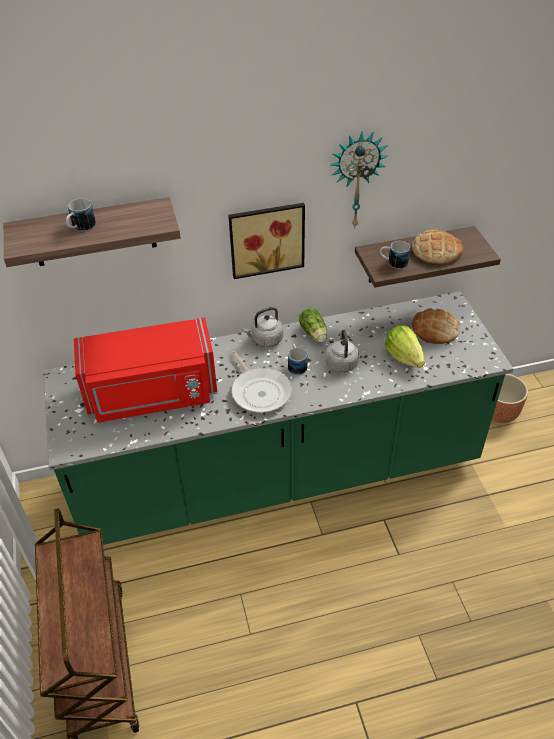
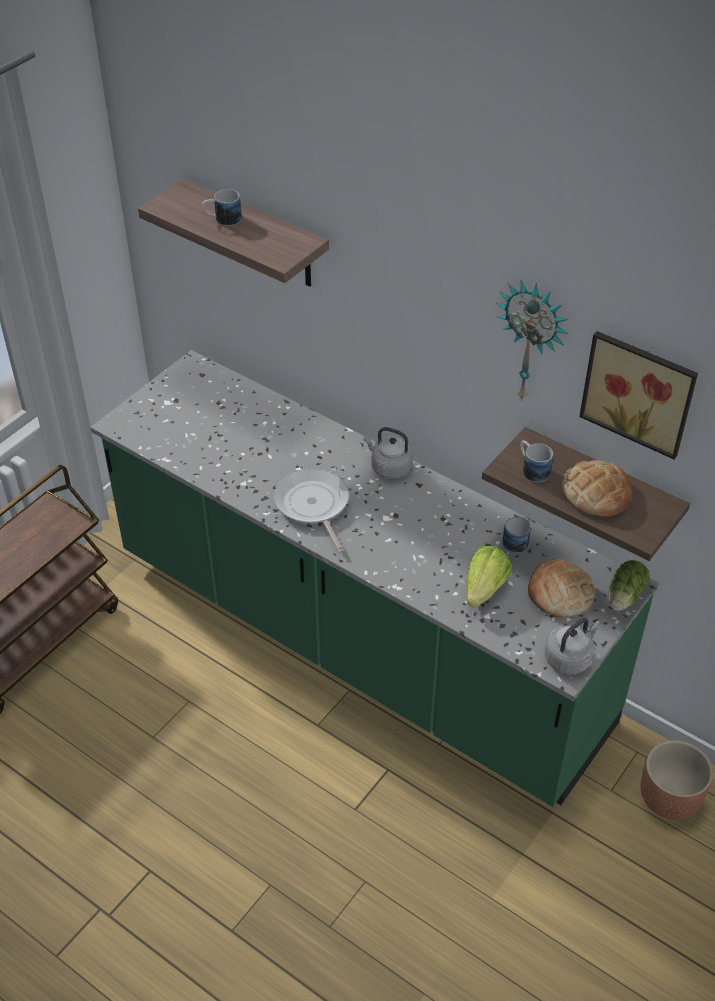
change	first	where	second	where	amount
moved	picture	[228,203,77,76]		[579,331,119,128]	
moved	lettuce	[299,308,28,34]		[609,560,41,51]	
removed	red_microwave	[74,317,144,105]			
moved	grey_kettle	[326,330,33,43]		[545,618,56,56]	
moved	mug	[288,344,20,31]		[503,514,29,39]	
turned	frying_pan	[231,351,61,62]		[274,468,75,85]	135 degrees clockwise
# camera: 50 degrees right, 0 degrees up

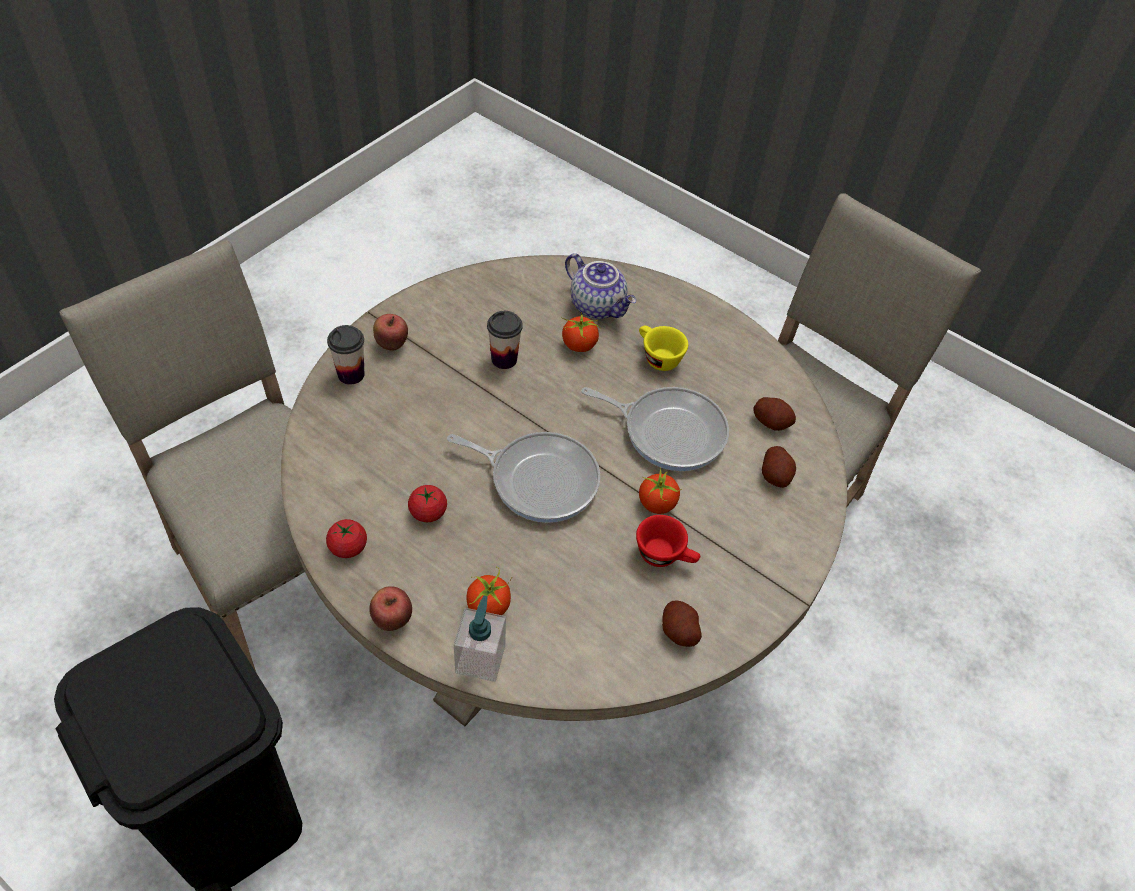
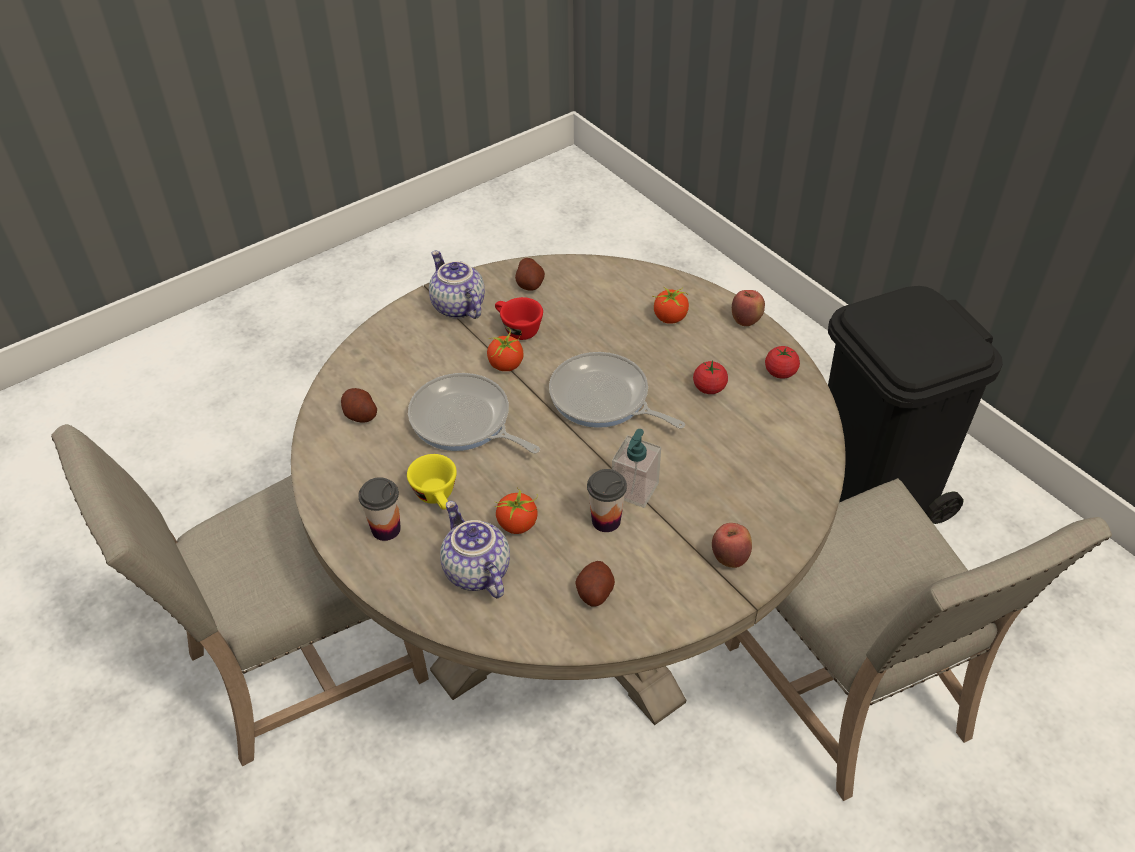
change	first	where	second	where	amount
moved	cup	[327,325,37,60]		[358,477,43,64]	
moved	potato	[762,446,34,42]		[575,561,40,46]	
moved	soap_dispenser	[454,596,52,86]		[612,429,49,79]	
added			teapot	[429,251,56,68]	
# camera: 160 degrees left, 5 degrees down

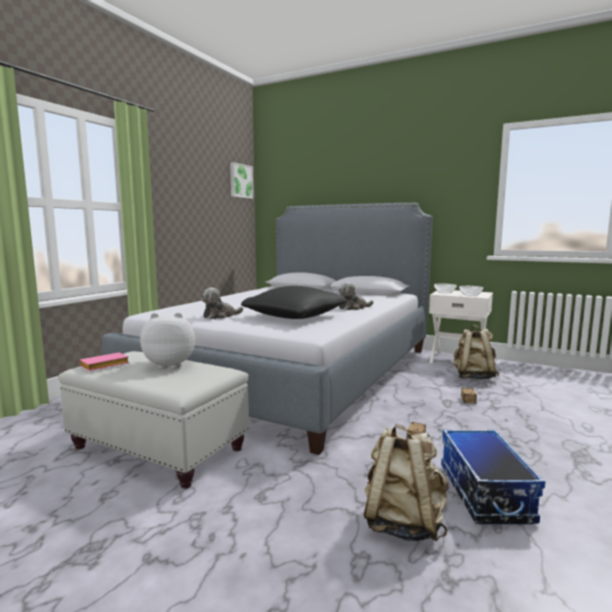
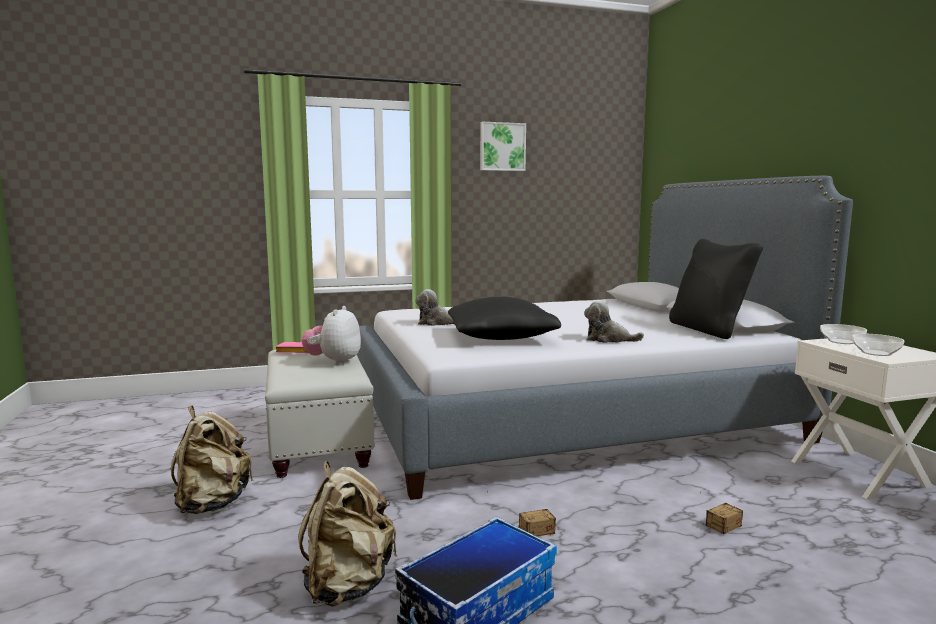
change	first	where	second	where	amount
moved	picture	[230,162,23,37]		[480,122,46,49]	
turned	plush_toy	[140,312,55,57]		[302,306,59,59]	120 degrees counterclockwise
moved	beige_backpack	[453,325,46,55]		[171,405,83,109]	
added			black_pillow	[669,239,94,100]	
# camera: 45 degrees right, 0 degrees up

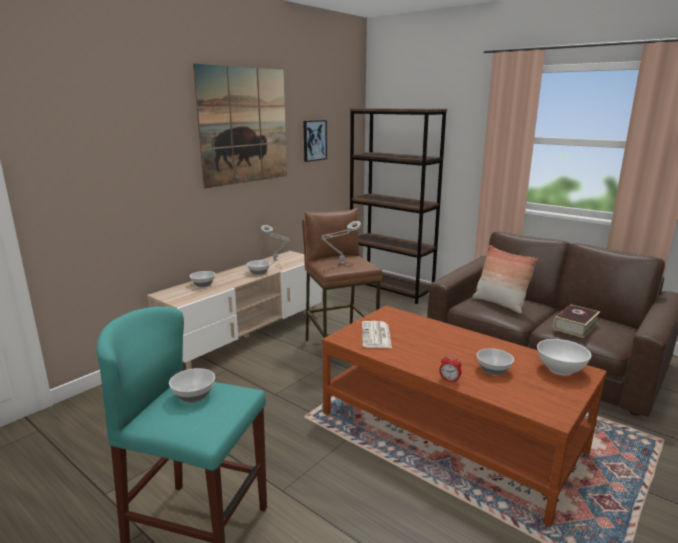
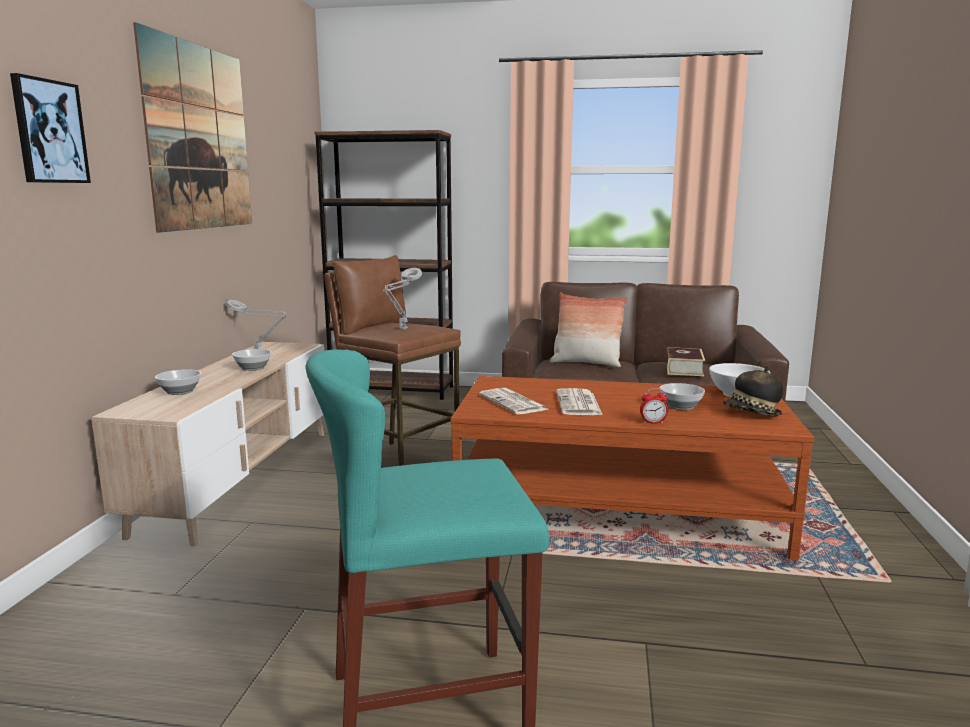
change	first	where	second	where	amount
moved	picture	[303,120,24,42]		[10,73,81,110]	
removed	bowl	[169,368,46,35]			
added			hat	[723,366,60,50]	
added			newspaper	[557,388,45,27]	
# camera: 30 degrees left, 5 degrees down

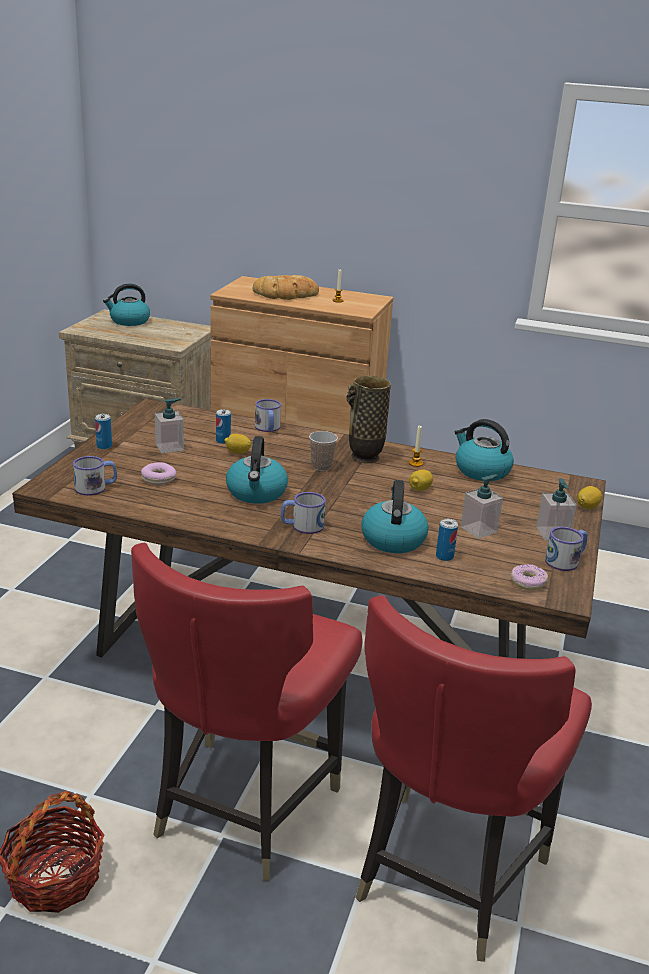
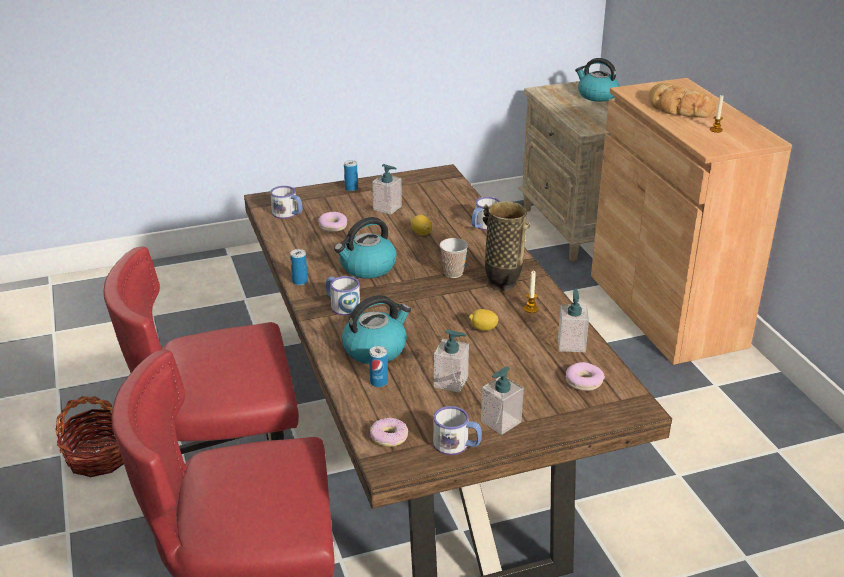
change	first	where	second	where	amount
moved	can	[216,409,15,35]		[290,249,18,36]	
replaced	kettle	[455,419,59,62]	soap_dispenser	[558,289,31,63]	
removed	lemon	[577,486,25,23]			
added			donut	[566,362,39,29]	
# camera: 55 degrees right, 5 degrees up

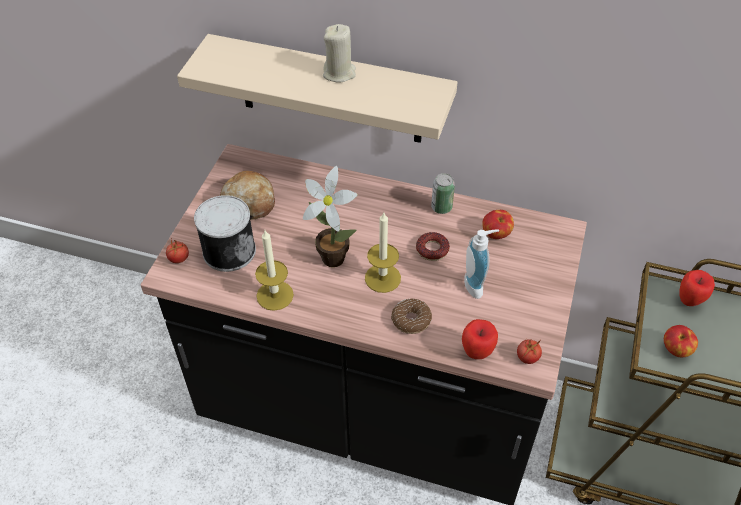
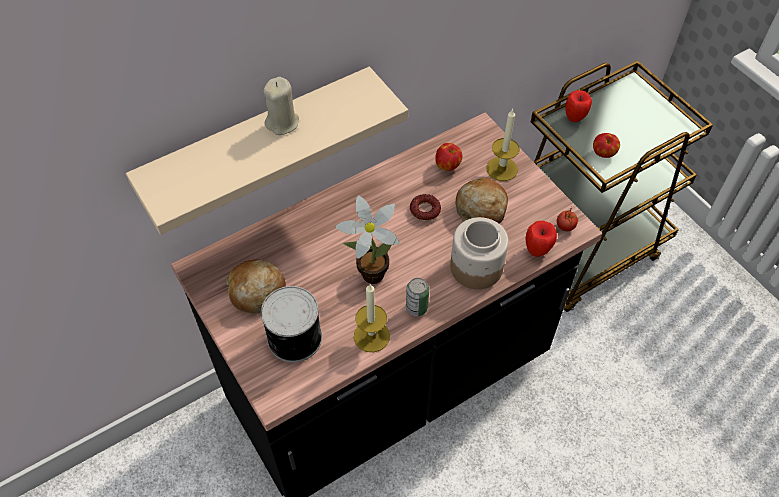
change	first	where	second	where	amount
moved	can	[431,173,24,41]		[406,278,23,38]	
moved	candle	[365,213,36,80]		[486,109,34,72]	
replaced	soap_dispenser	[464,229,35,70]	bread	[456,178,52,46]	
removed	tomato	[166,238,23,25]			
replaced	donut	[391,299,41,35]	jar	[450,217,59,72]	
# camera: 50 degrees left, 5 degrees up

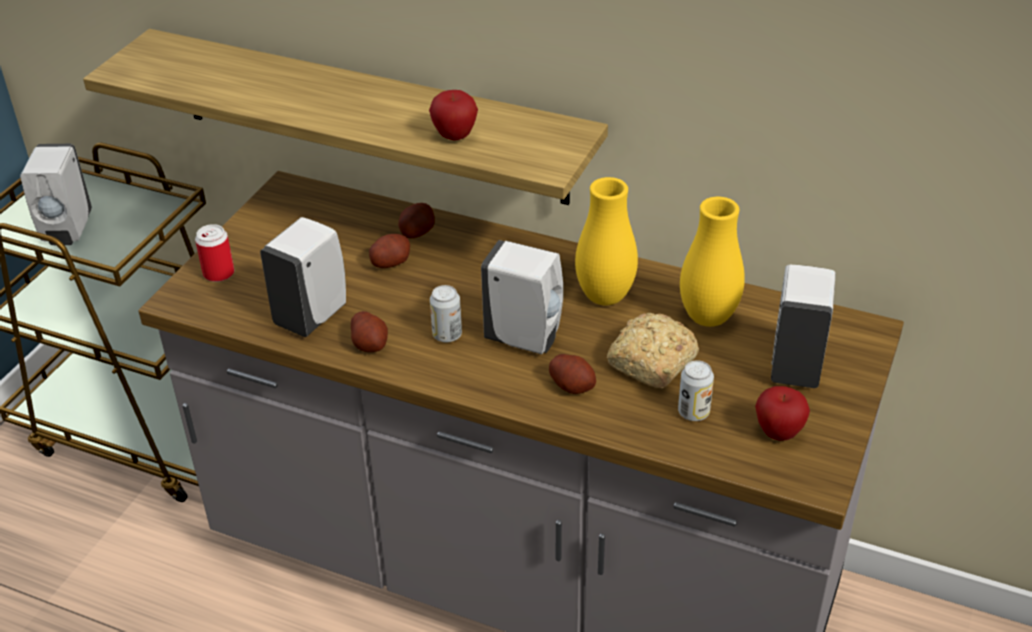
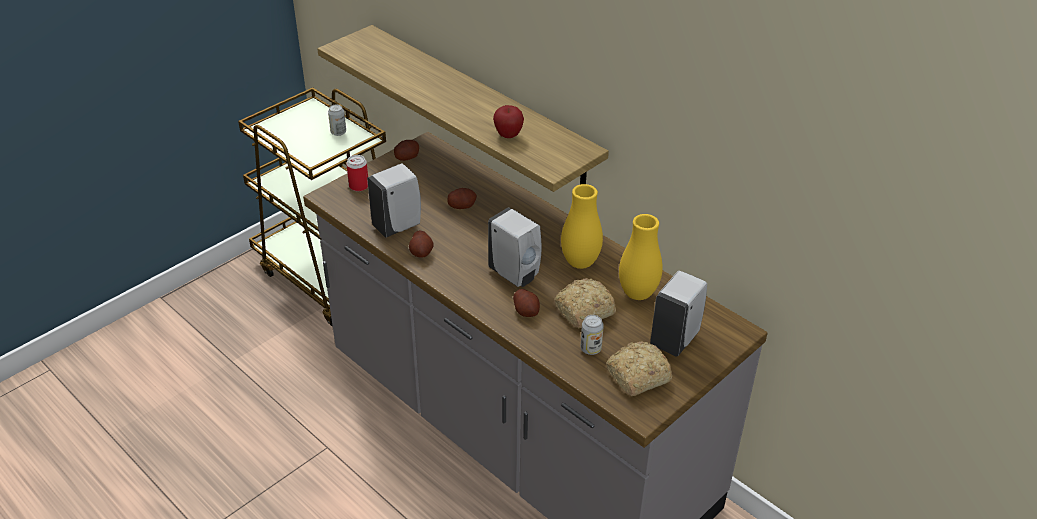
change	first	where	second	where	amount
removed	white_soap_dispenser	[20,144,72,101]			
moved	potato	[398,203,37,35]		[394,140,25,21]	
moved	can	[430,285,32,58]		[328,104,18,32]	
replaced	apple	[755,386,55,55]	bread	[606,342,66,54]	
# camera: 20 degrees right, 0 degrees up

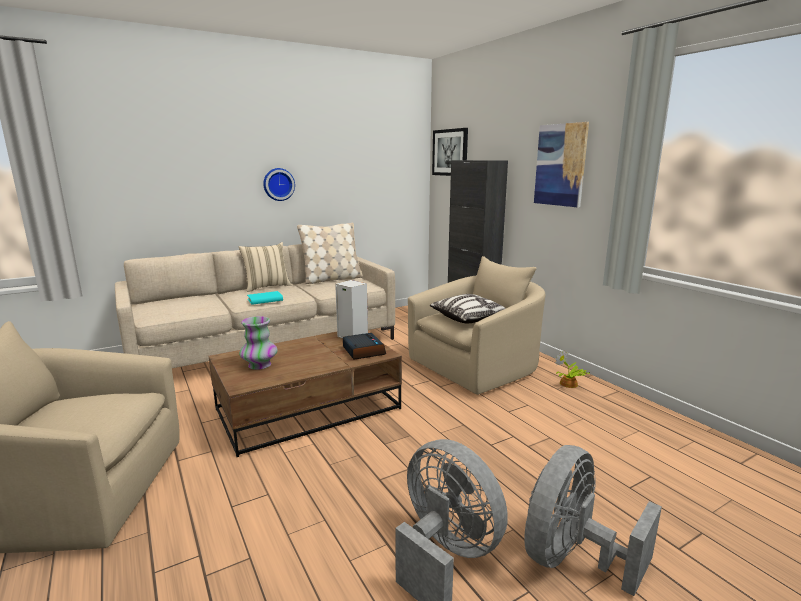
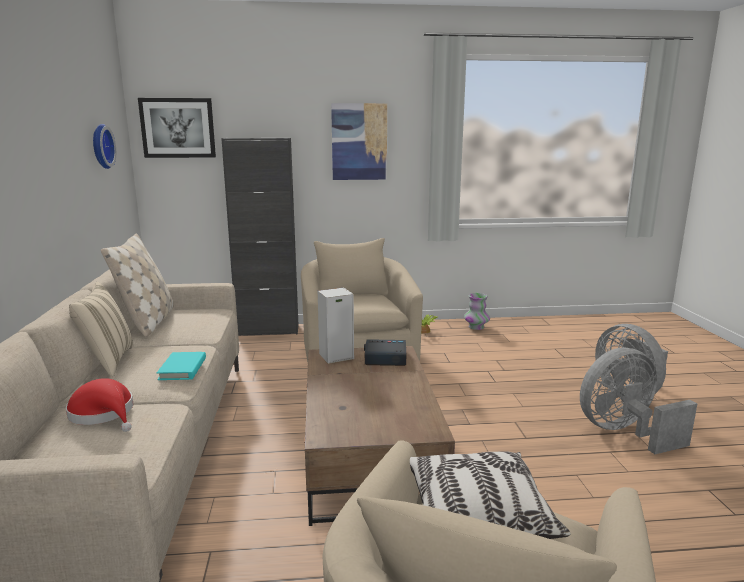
change	first	where	second	where	amount
moved	wall_clock	[263,168,32,33]		[93,124,23,45]	
moved	pillow	[430,294,76,29]		[410,451,161,88]	
moved	vase	[239,316,39,54]		[464,293,26,37]	
added			red_hat	[66,378,67,54]	
# camera: 65 degrees left, 0 degrees up

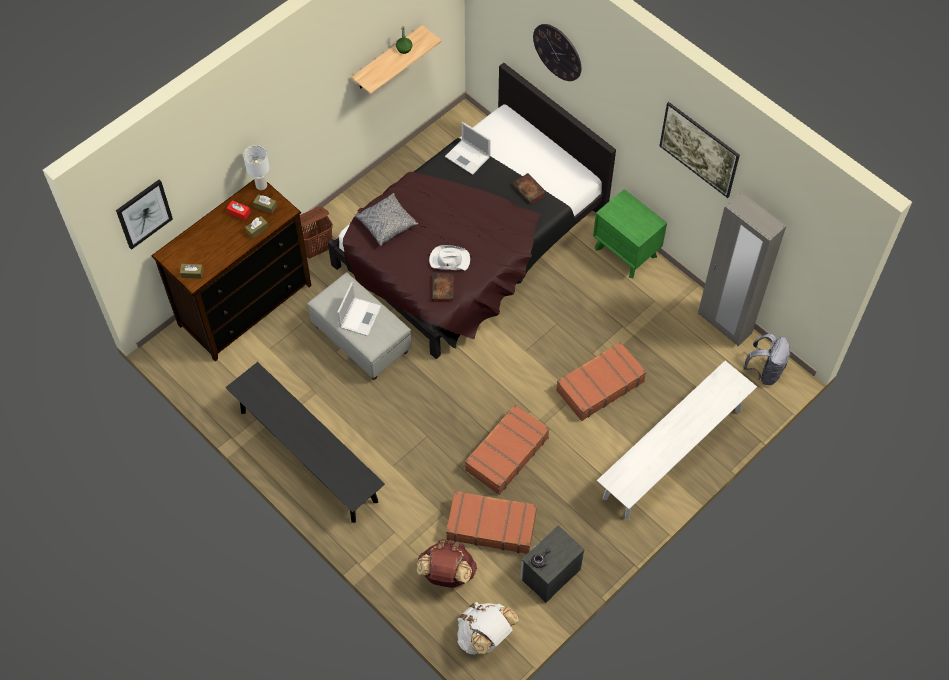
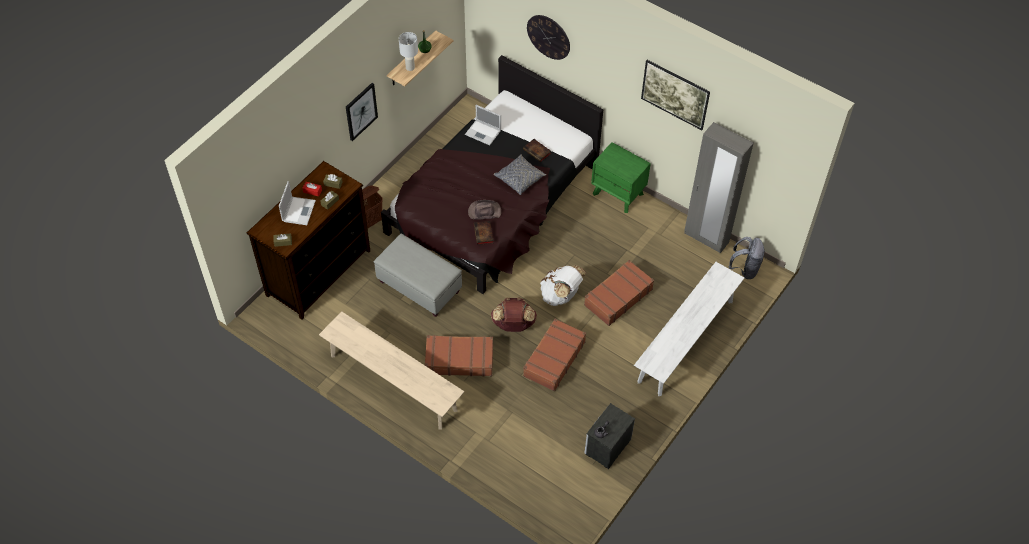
change	first	where	second	where	amount
moved	white_table_lamp	[243,145,26,45]		[399,32,19,39]	
moved	picture	[116,179,57,71]		[346,83,32,58]	
moved	grey_pillow	[354,193,64,53]		[494,154,52,41]	
recoloured	white_hat	[429,245,41,25]	brown_hat	[468,200,33,20]	
moved	laptop	[337,282,44,54]		[279,181,37,44]	
recoloured	black_bench	[226,362,159,161]	beige_bench	[319,311,145,119]	
moved	brown_suitcase	[446,491,91,63]		[425,335,68,42]	
moved	brown_backpack	[417,539,60,49]		[491,298,46,34]	
moved	white_backpack	[457,602,62,53]		[540,265,47,41]	
# camera: 10 degrees left, 5 degrees down

